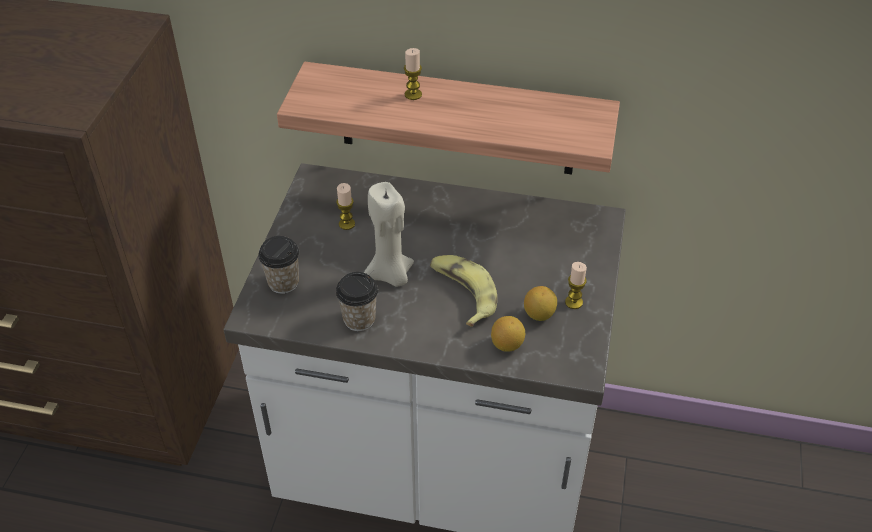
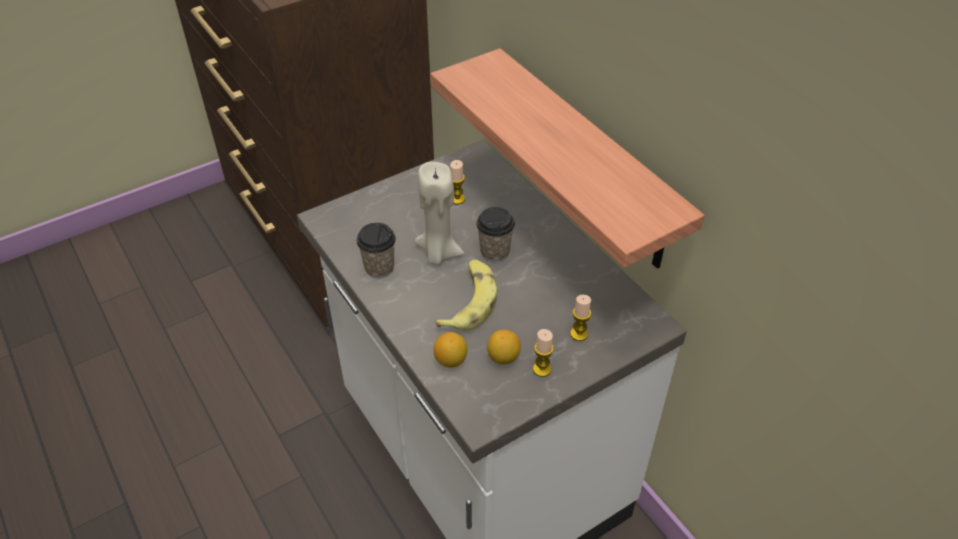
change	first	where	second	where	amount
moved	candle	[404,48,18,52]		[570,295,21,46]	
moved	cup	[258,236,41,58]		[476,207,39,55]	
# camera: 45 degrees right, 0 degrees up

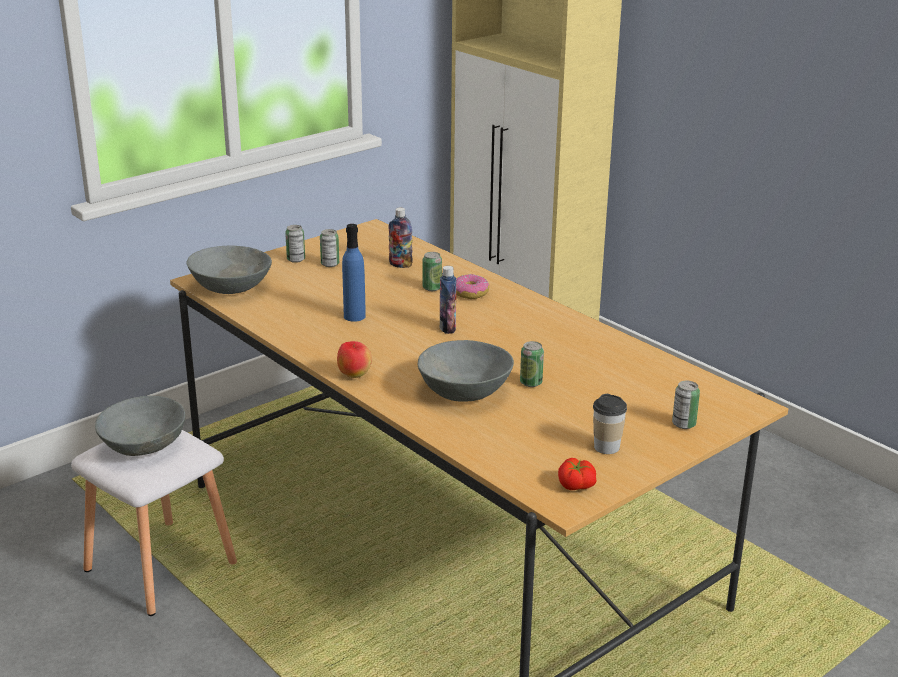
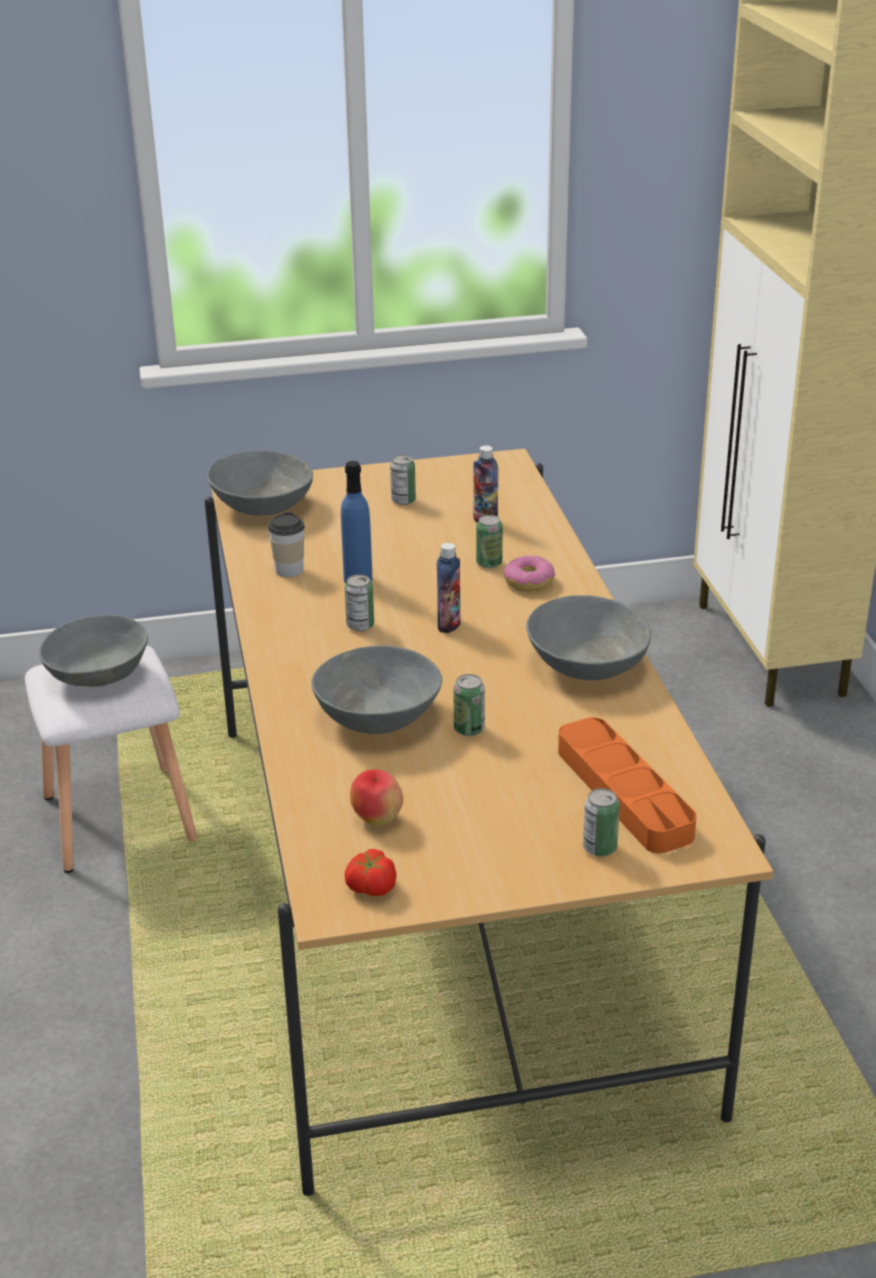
change	first	where	second	where	amount
moved	can	[285,225,20,38]		[345,574,29,57]	
moved	apple	[337,341,35,37]		[350,770,53,56]	
moved	cup	[593,394,34,60]		[268,512,36,65]	
added			grey_bowl	[526,595,125,85]	
added			orange_tray	[558,717,139,136]	
# camera: 30 degrees right, 5 degrees up

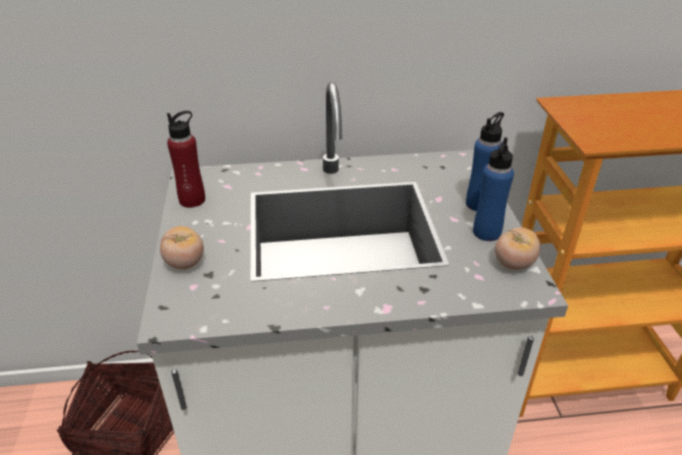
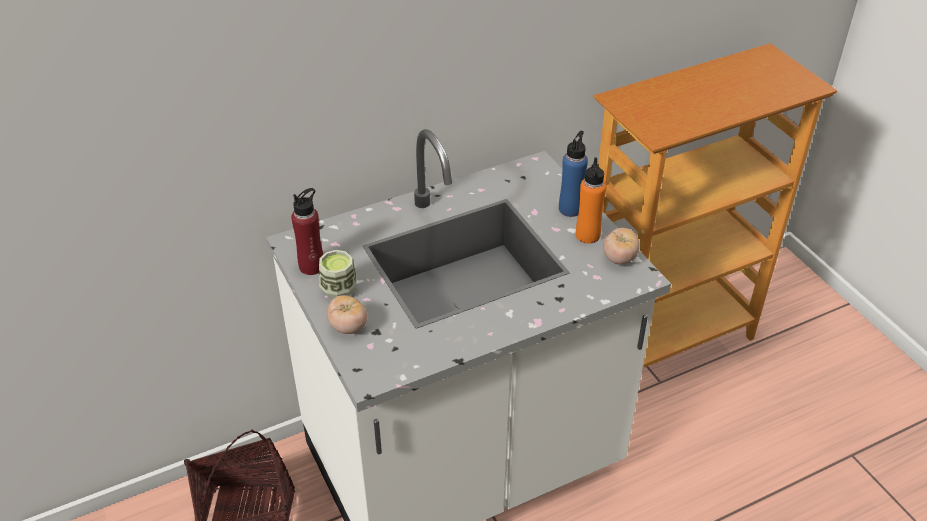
change	first	where	second	where	amount
recoloured	blue_bottle	[473,137,41,104]	orange_bottle	[576,157,30,87]	
added			cup	[319,250,38,49]	
# camera: 20 degrees left, 5 degrees up

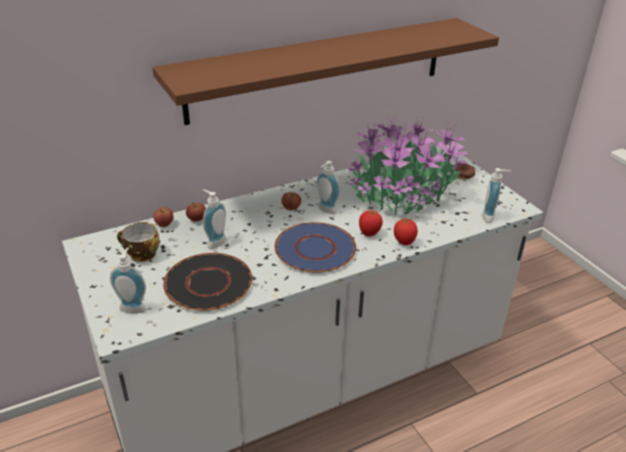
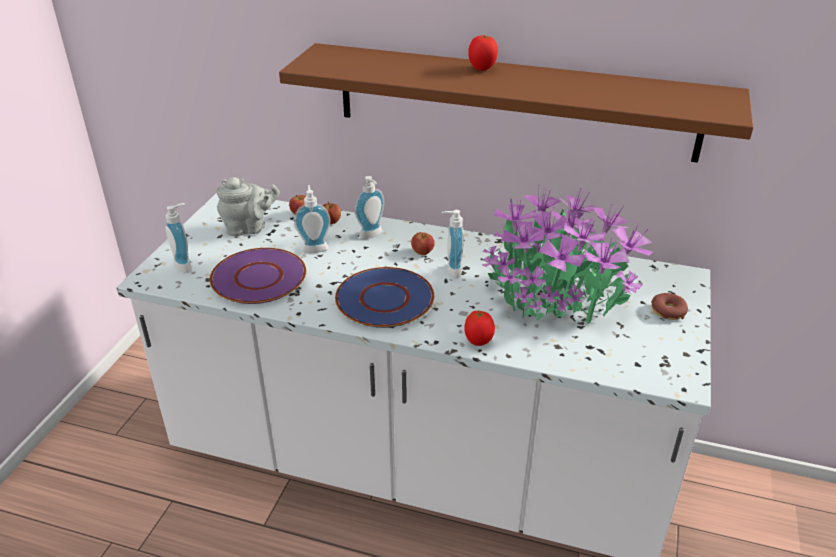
change	first	where	second	where	amount
moved	soap_dispenser	[482,168,29,55]		[355,176,29,63]	
moved	tomato	[359,211,24,26]		[468,36,30,35]	
replaced	cup	[117,222,42,40]	grey_teapot	[216,177,64,59]	
recoloured	black_plate	[163,253,89,58]	purple_plate	[210,248,96,56]	
# camera: 45 degrees right, 0 degrees up

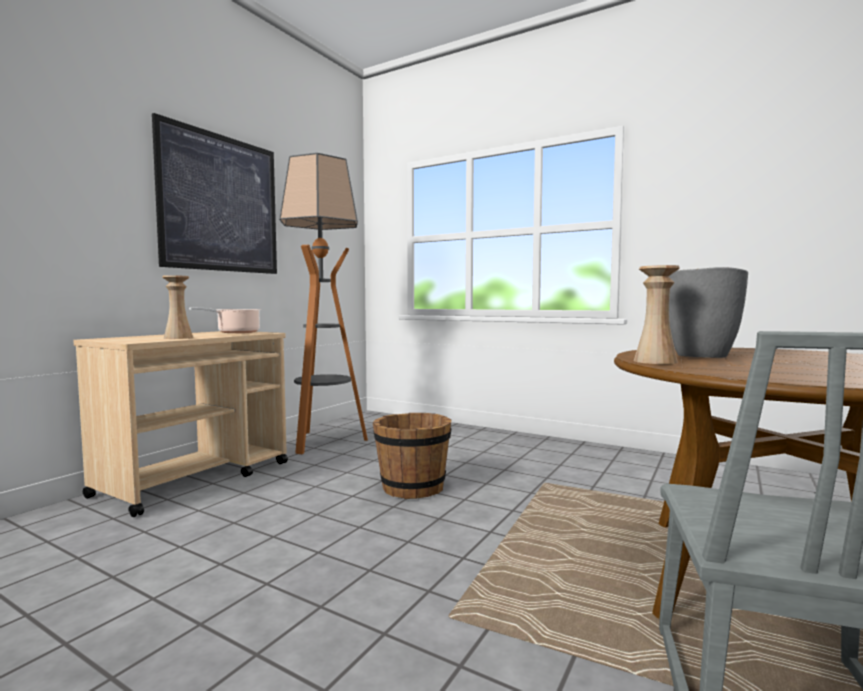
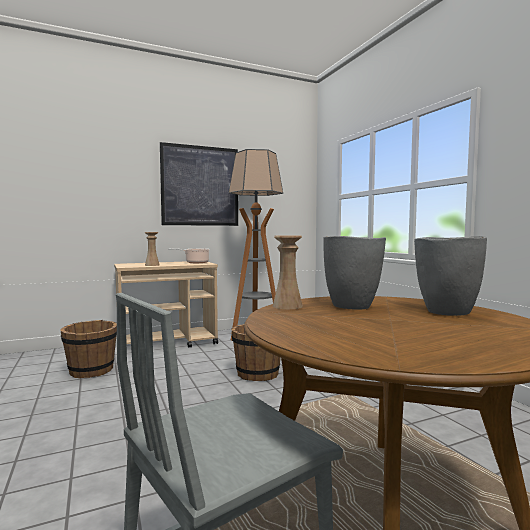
change	first	where	second	where	amount
added			grey_vase	[414,236,73,80]	
added			brown_bucket	[60,320,57,58]	
# camera: 35 degrees right, 0 degrees up

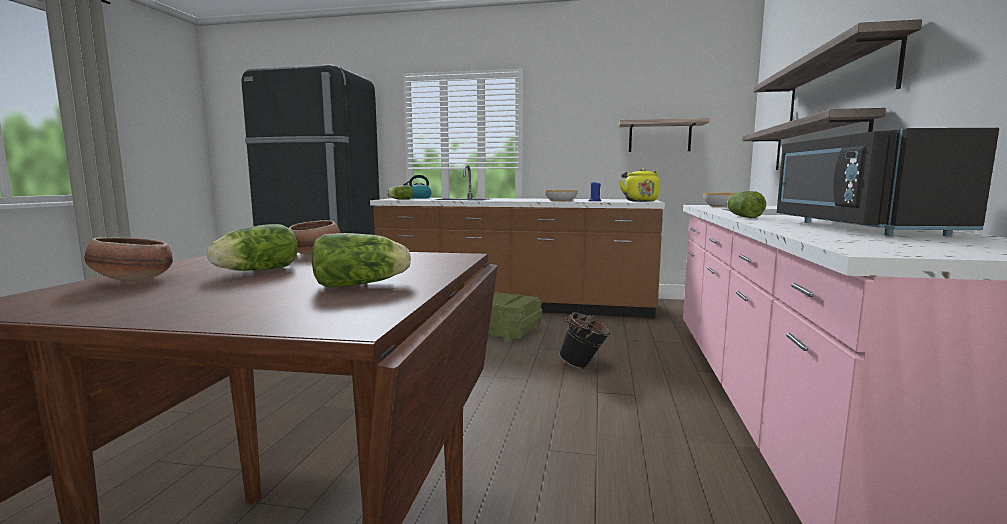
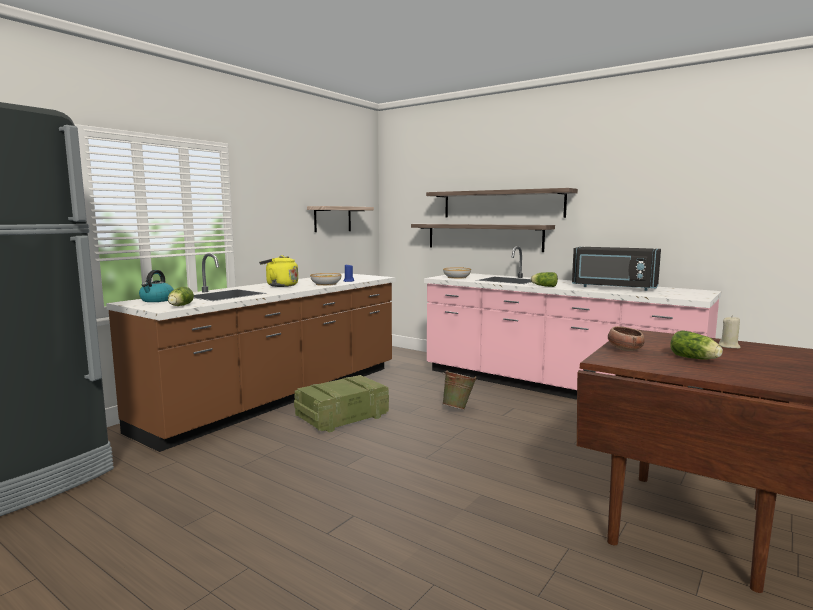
change	first	where	second	where	amount
moved	yellow_kettle	[619,169,40,33]		[259,255,39,32]	
replaced	lettuce	[311,233,100,54]	beige_candle	[719,315,22,34]	
removed	bowl	[84,237,89,44]			
recoloured	black_bucket	[559,313,52,56]	green_bucket	[443,370,34,40]	
# camera: 65 degrees left, 0 degrees up

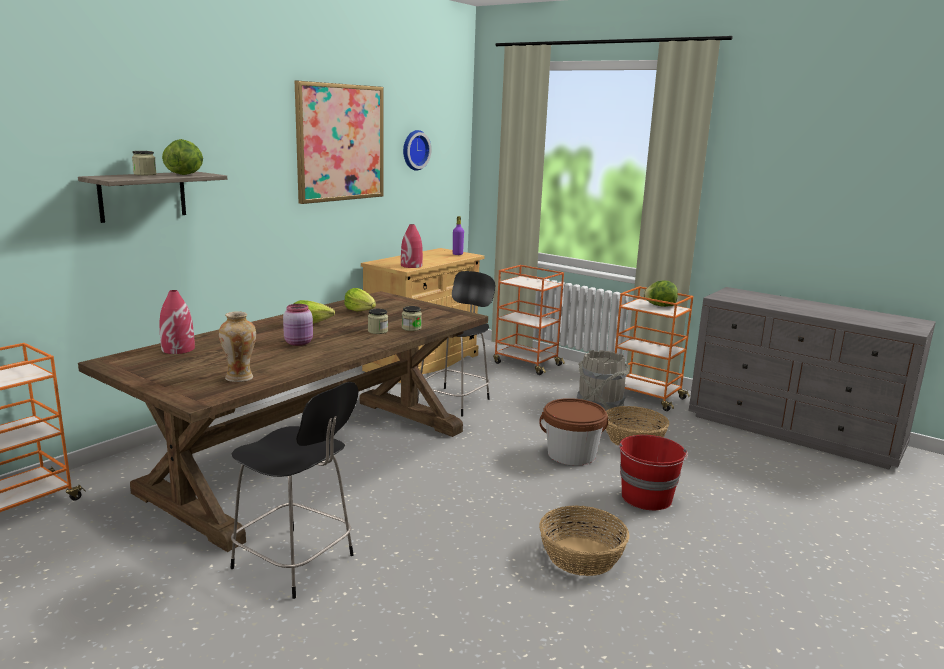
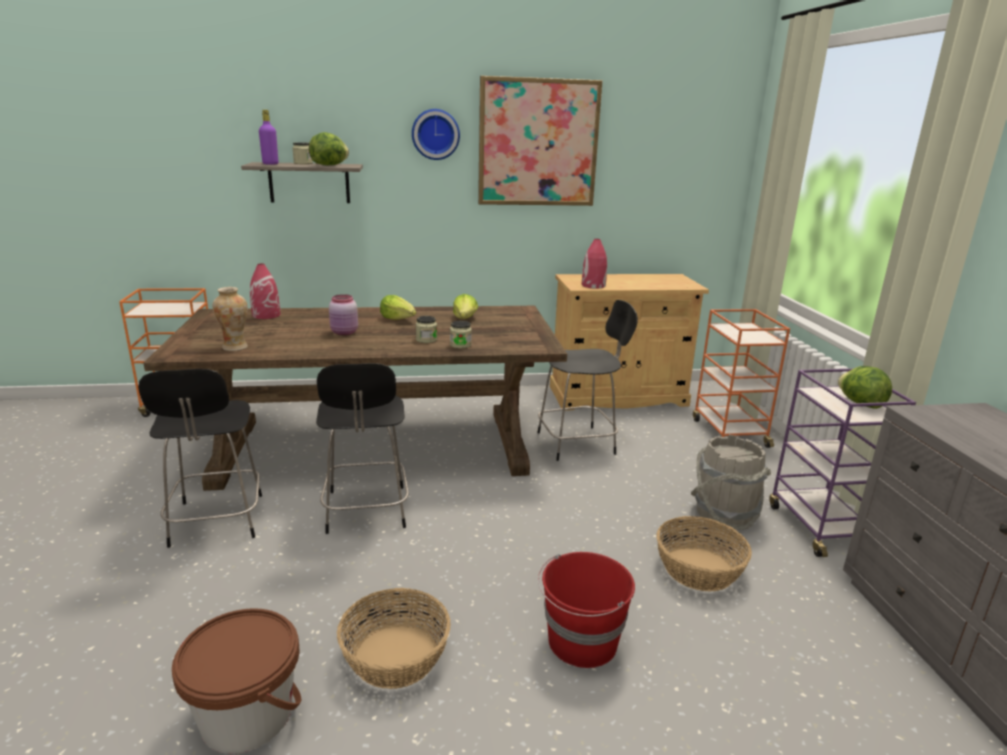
change	first	where	second	where	amount
moved	wall_clock	[403,130,28,41]		[412,109,48,51]	
moved	purple_bottle	[453,216,11,39]		[259,110,19,55]	
recoloured	orange_cart	[615,286,78,125]	purple_cart	[769,369,147,188]	
moved	brown_bucket	[540,398,68,68]		[172,608,129,146]	
added			black_chair	[316,363,93,171]	
# camera: 45 degrees right, 5 degrees up

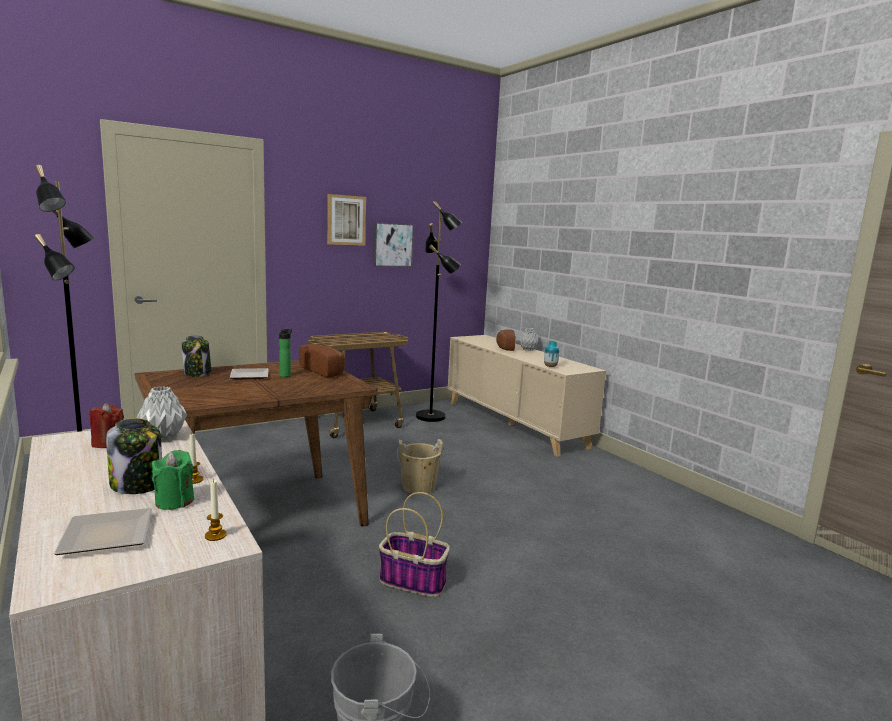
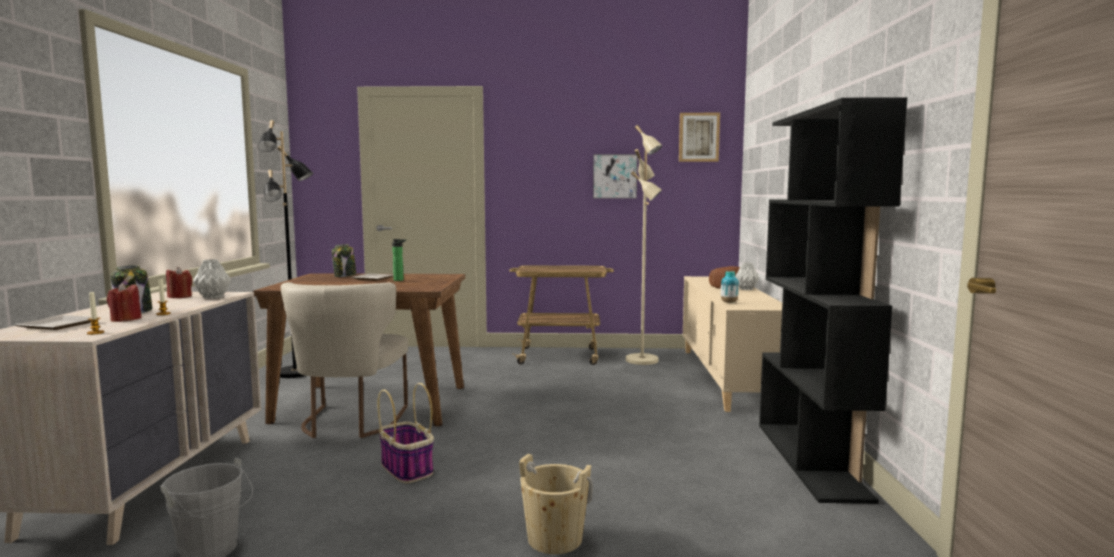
change	first	where	second	where	amount
moved	picture	[327,194,39,52]		[679,113,41,49]	
recoloured	black_floor_lamp	[416,201,46,221]	beige_floor_lamp	[626,125,36,240]	
removed	bread	[299,344,46,33]			
moved	beige_bucket	[397,439,47,54]		[519,454,73,100]	
recoloured	green_candle	[152,450,42,60]	red_candle	[107,283,35,39]	
added			black_bookcase	[759,97,148,407]	
added			beige_chair	[281,282,127,156]	
# camera: 35 degrees right, 5 degrees down

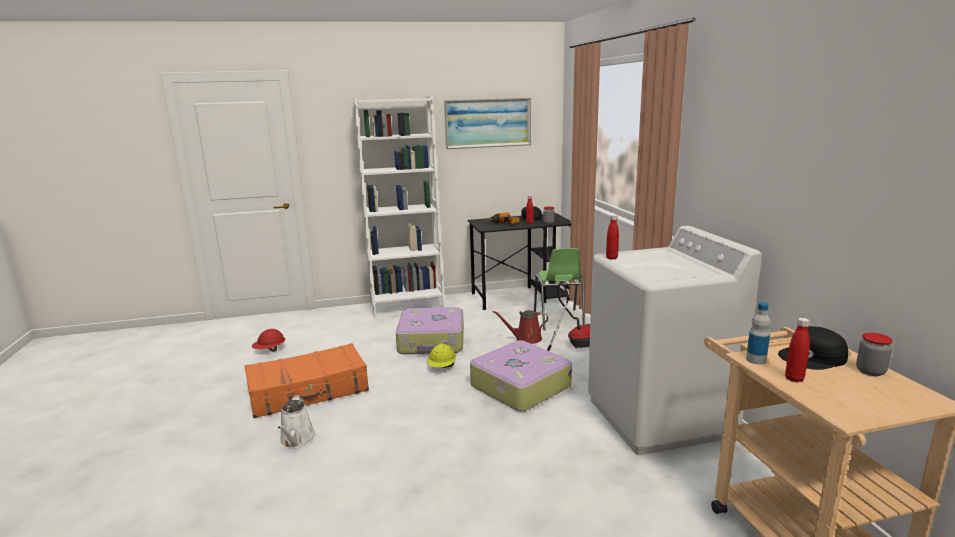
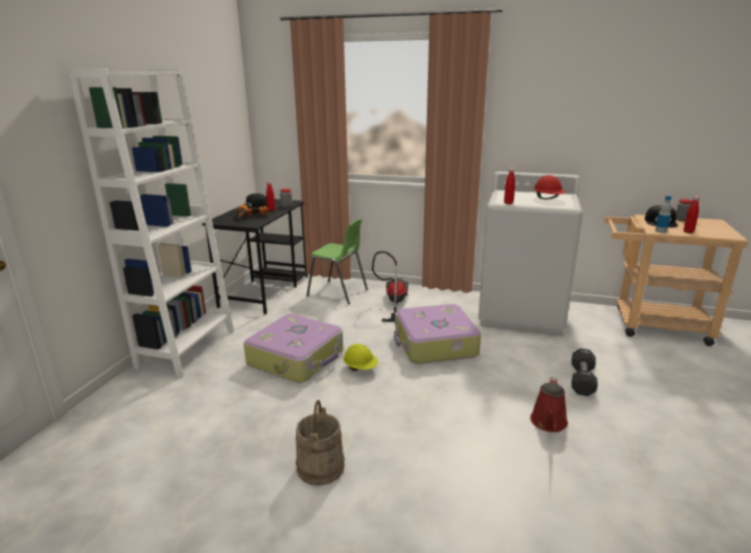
change	first	where	second	where	amount
removed	picture	[444,98,87,51]			
moved	red_watering_can	[493,310,55,34]		[530,377,38,55]	
moved	red_hard_hat	[252,329,33,23]		[534,175,32,24]	
replaced	orange_suitcase	[244,343,125,75]	beige_bucket	[296,400,49,85]	
removed	white_watering_can	[278,395,38,54]			
added			black_dumbbell	[572,348,26,48]	
# camera: 60 degrees left, 5 degrees up

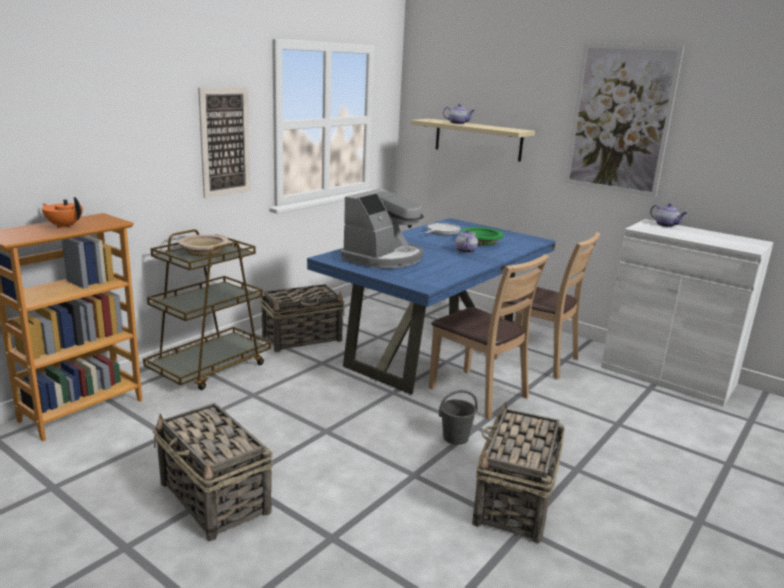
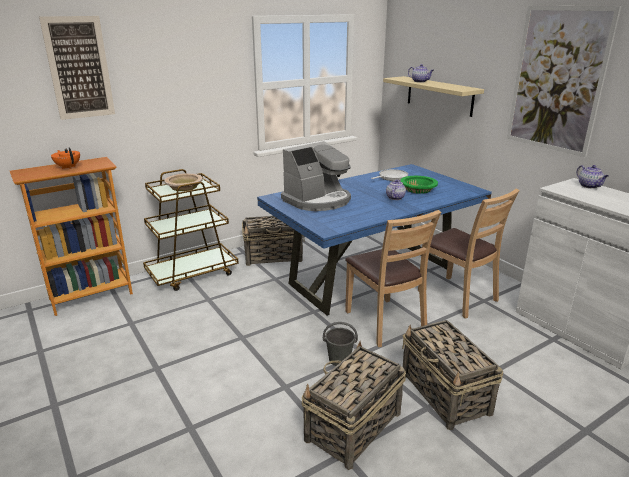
change	first	where	second	where	amount
moved	picture	[198,87,53,111]		[39,16,76,104]	
moved	basket	[152,403,121,138]		[402,320,101,110]	
# camera: 20 degrees right, 5 degrees up

